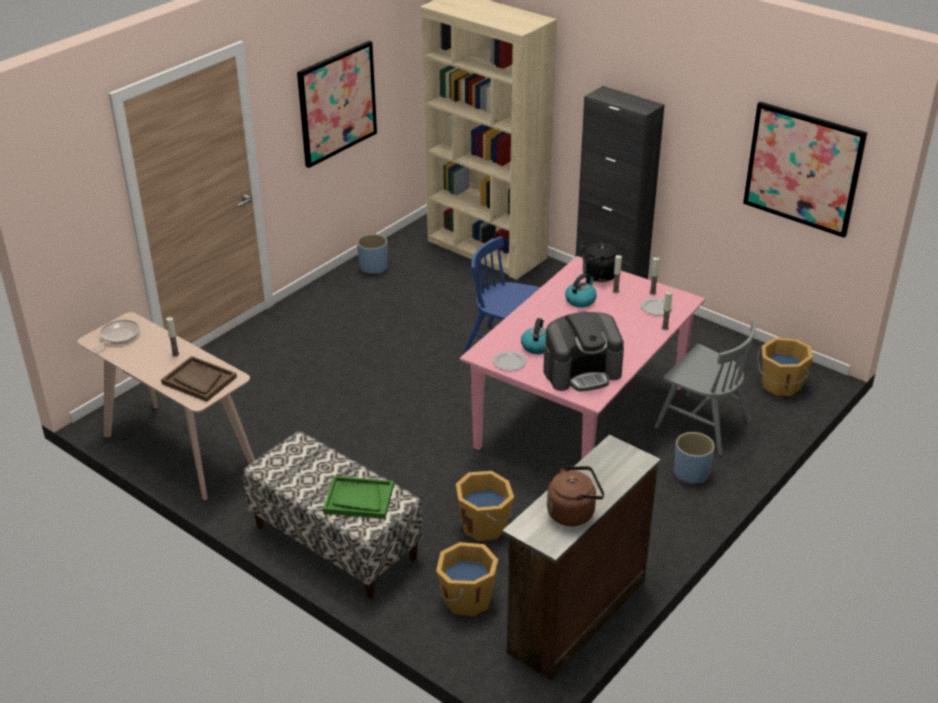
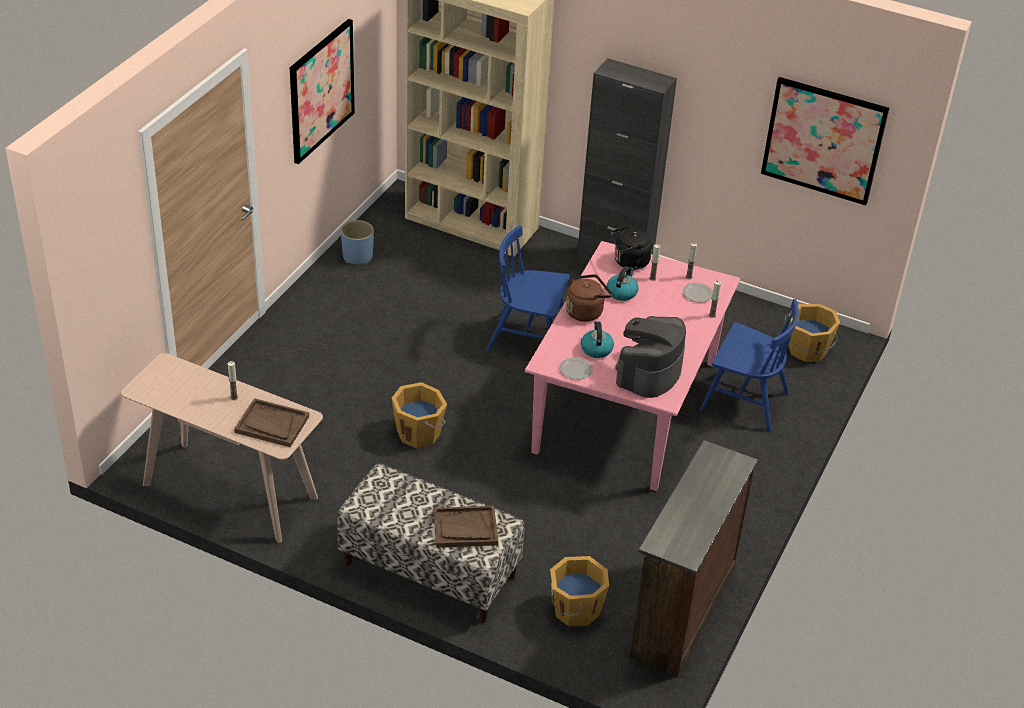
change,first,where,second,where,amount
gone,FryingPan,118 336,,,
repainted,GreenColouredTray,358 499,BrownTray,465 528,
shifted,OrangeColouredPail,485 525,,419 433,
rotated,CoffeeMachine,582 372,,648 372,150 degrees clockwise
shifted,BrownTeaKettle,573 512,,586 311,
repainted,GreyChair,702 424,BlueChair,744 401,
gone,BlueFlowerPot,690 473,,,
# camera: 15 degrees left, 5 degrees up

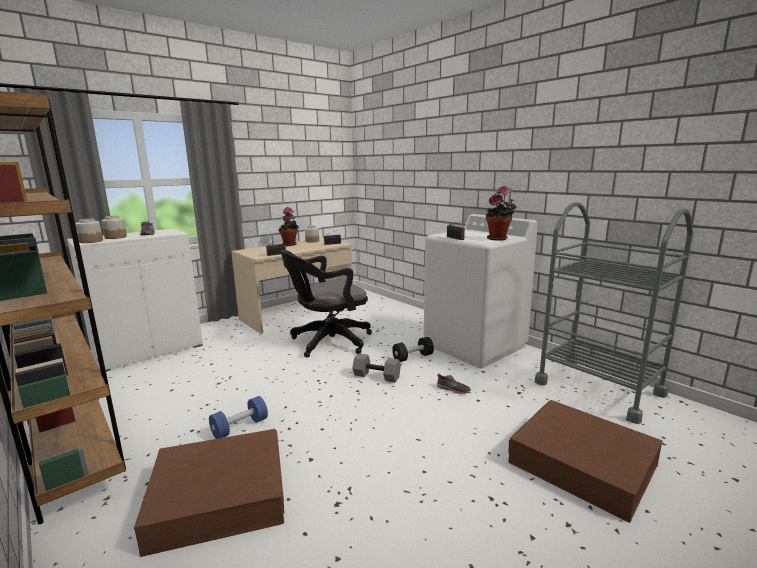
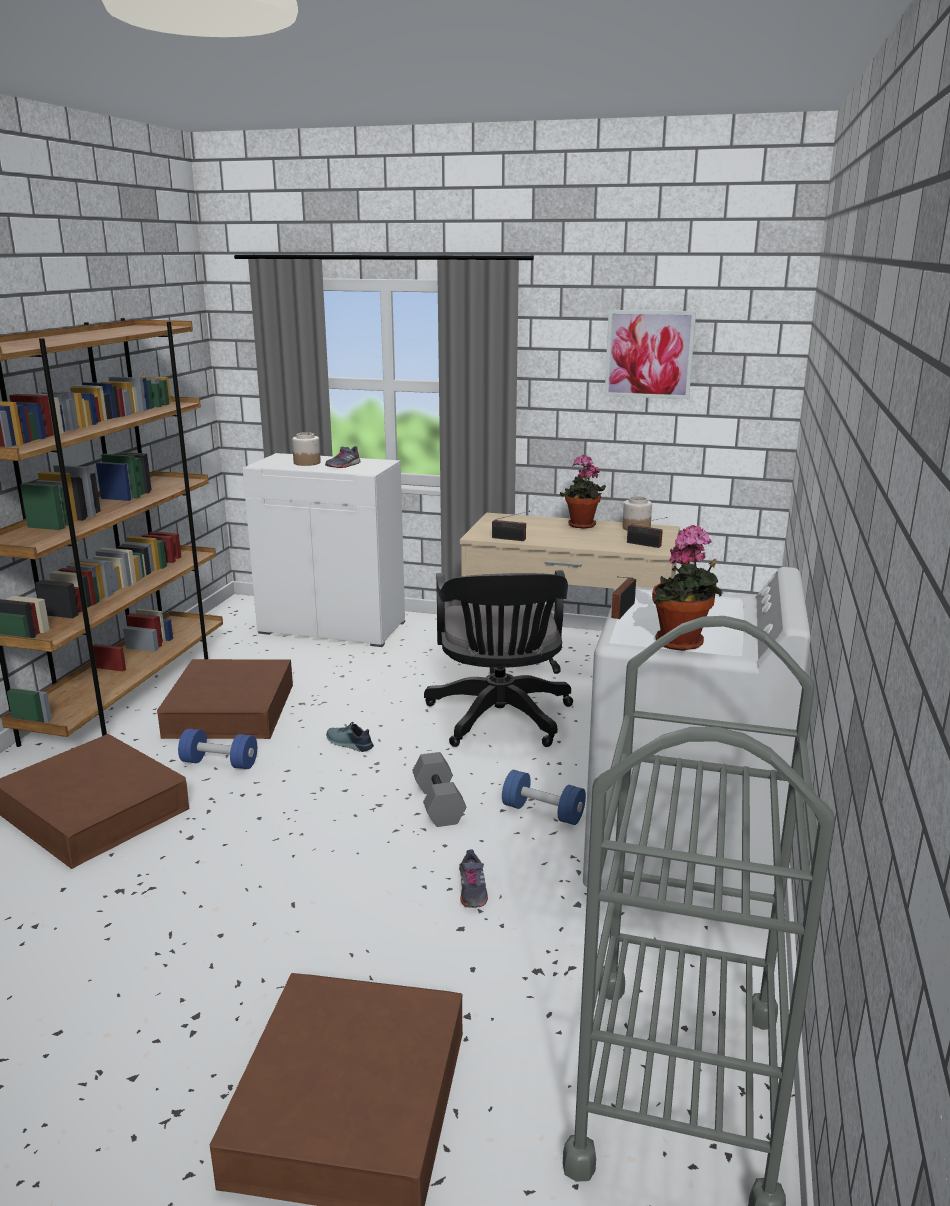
change,first,where,second,where,amount
gone,Jar,91 241,,,
rotated,BlackDeskChair,327 342,,500 720,120 degrees counterclockwise
repainted,BlackDumbbell,413 357,BlueDumbbell,543 812,
new,,,BrownStorageBin,230 710,
new,,,ItemOfFootwear,348 744,
new,,,WallPicture,649 354,
# camera: 55 degrees right, 5 degrees up

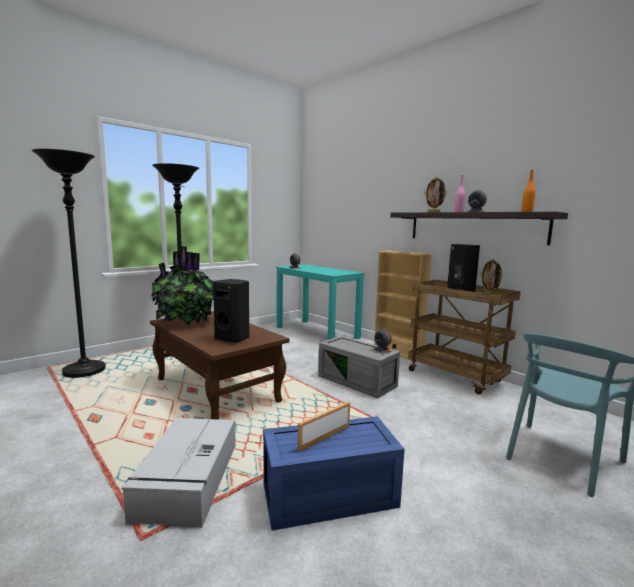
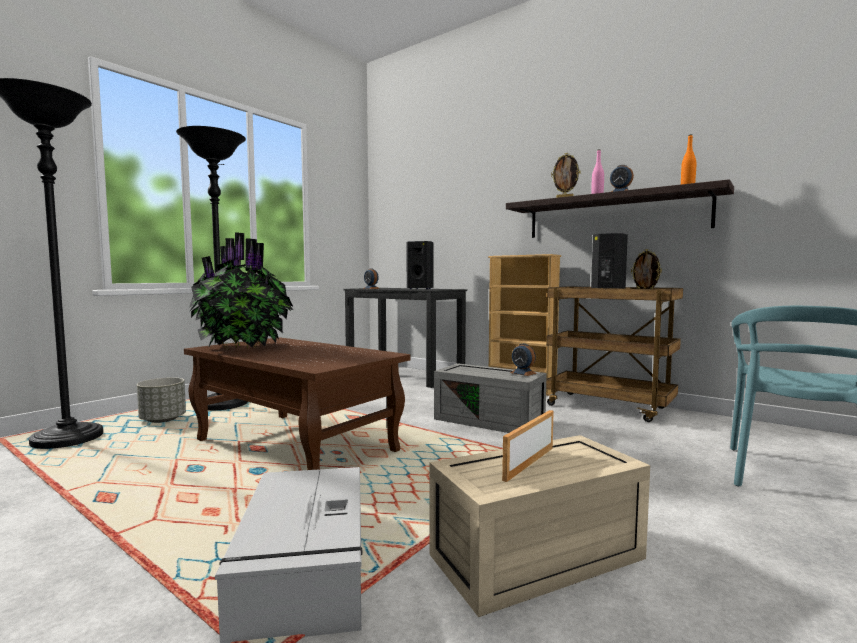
change,first,where,second,where,amount
shifted,BlackSpeaker,233 338,,421 288,
repainted,BlueStorageBin,328 497,BeigeStorageBin,536 559,
repainted,TurquoiseColouredDesk,317 332,BlackDesk,404 375,
new,,,GreyFlowerPot,163 420,
# camera: 10 degrees left, 5 degrees down

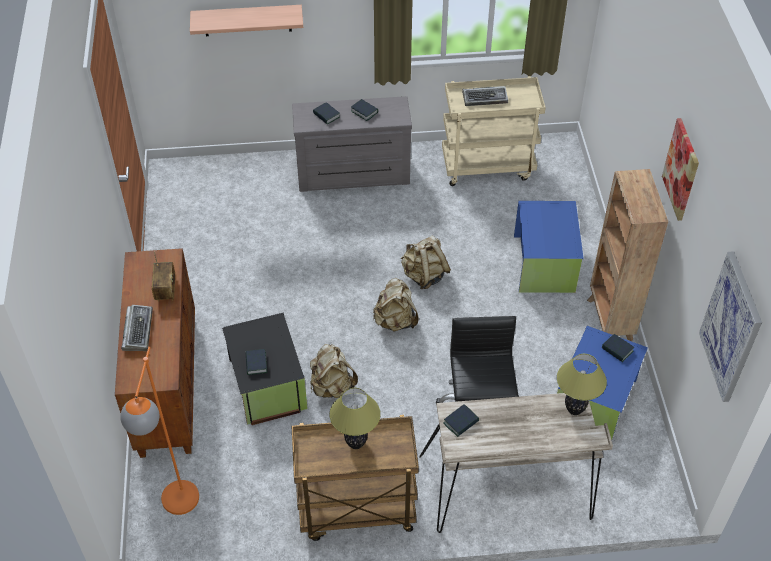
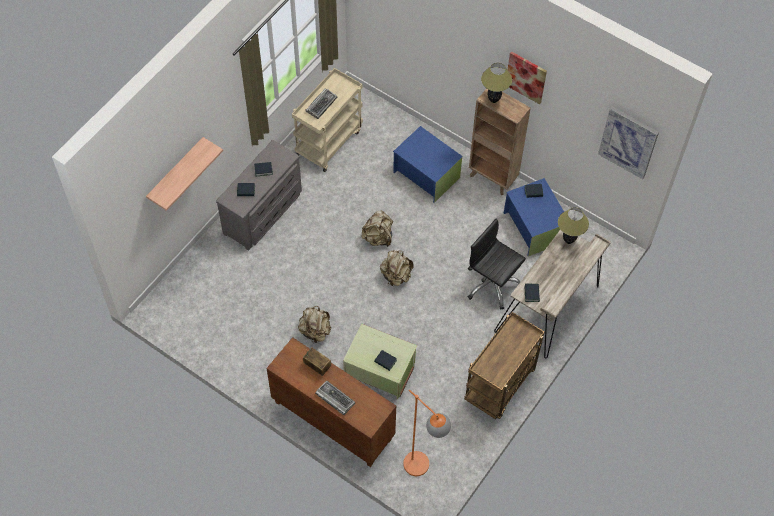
change,first,where,second,where,amount
repainted,BlackStorageBin,266 385,GreenColouredStorageBin,379 371,
shifted,BeigeBackpack,332 386,,315 331,
shifted,TabletopLamp,356 443,,494 99,
# camera: 50 degrees left, 10 degrees up

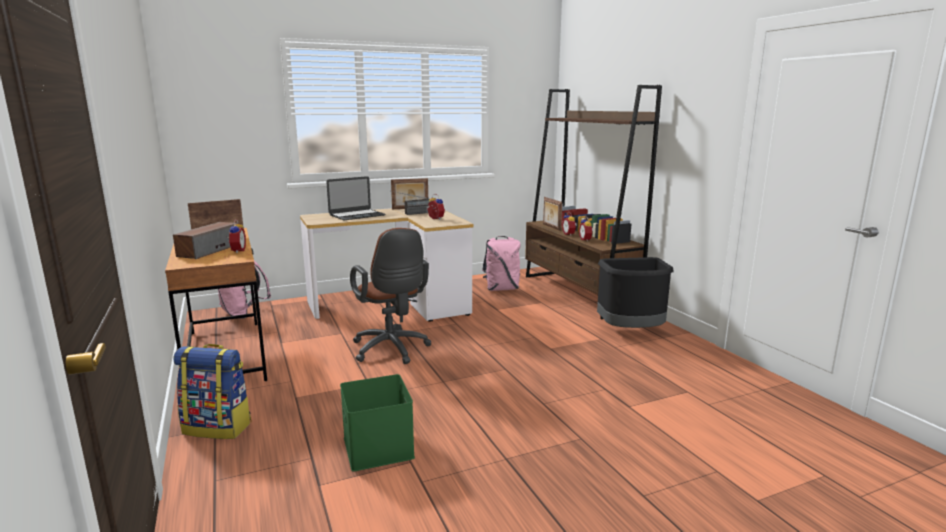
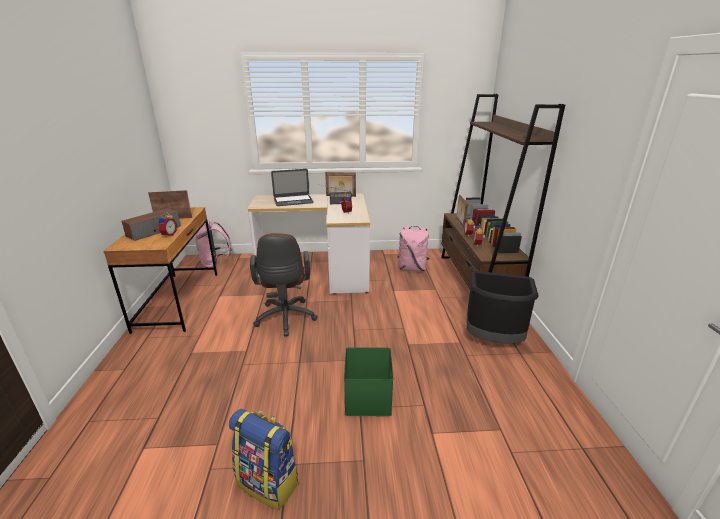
change,first,where,second,where,amount
shifted,Backpack,218 427,,269 482,
shifted,GreenColouredStorageBin,376 447,,367 397,
# camera: 20 degrees right, 10 degrees up

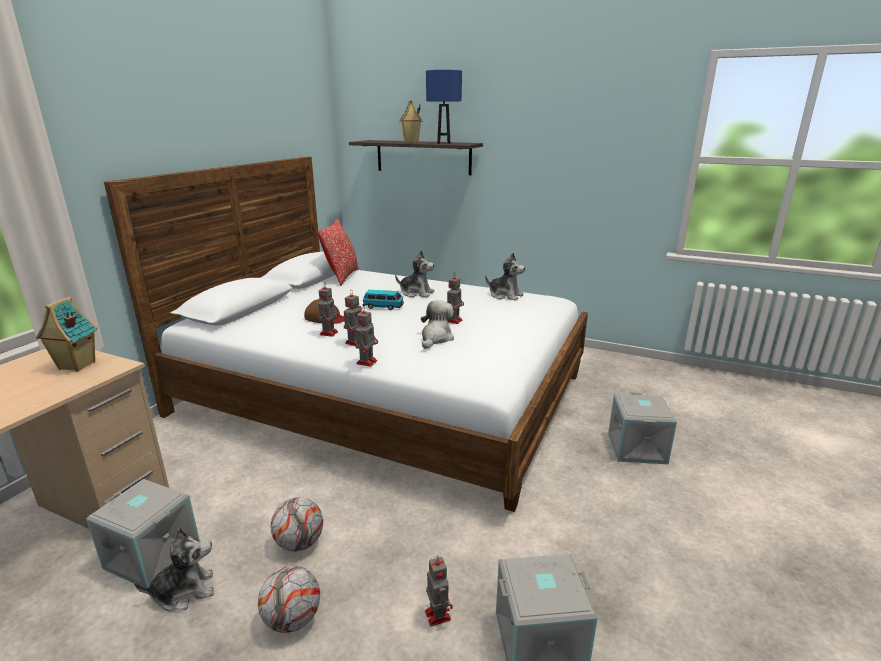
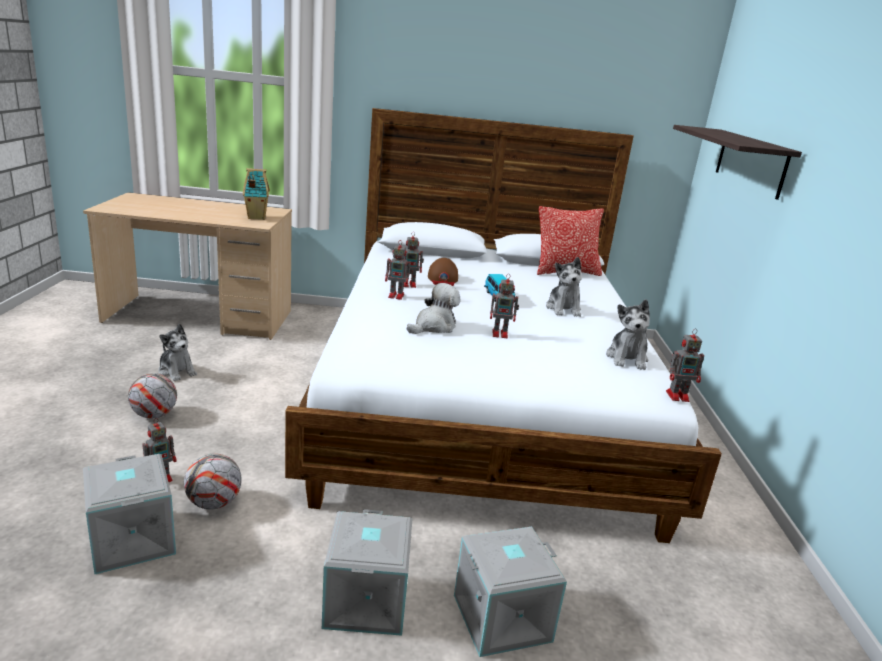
change,first,where,second,where,amount
shifted,GreyStorageBin,154 555,,368 601,
shifted,BallForFootball,299 543,,213 503,
shifted,ToyRobot,367 362,,678 396,
gone,MiniatureHouse,411 142,,,
rotated,SoftToy,436 338,,434 326,45 degrees counterclockwise
gone,BlueTabletopLamp,444 143,,,
# camera: 65 degrees right, 0 degrees up

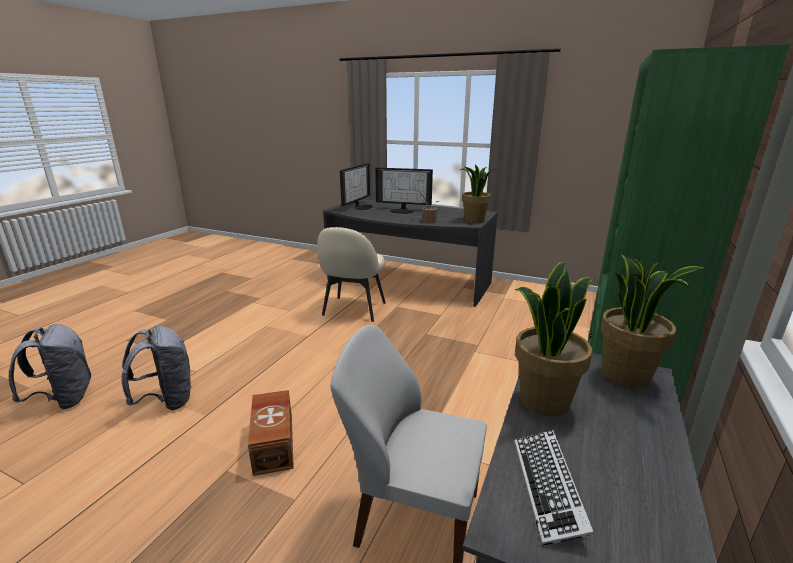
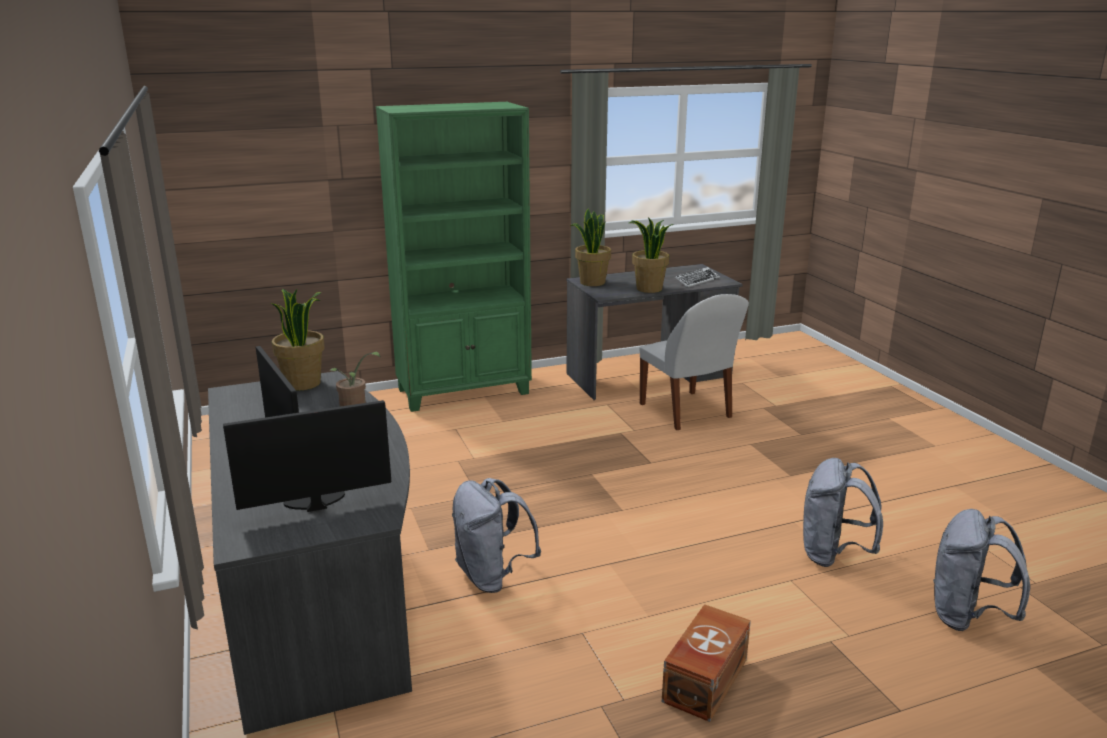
change,first,where,second,where,amount
shifted,BrownStorageBin,275 443,,703 680,
swapped,BeigeChair,353 310,GreyBackpack,492 577,
# camera: 135 degrees left, 0 degrees up

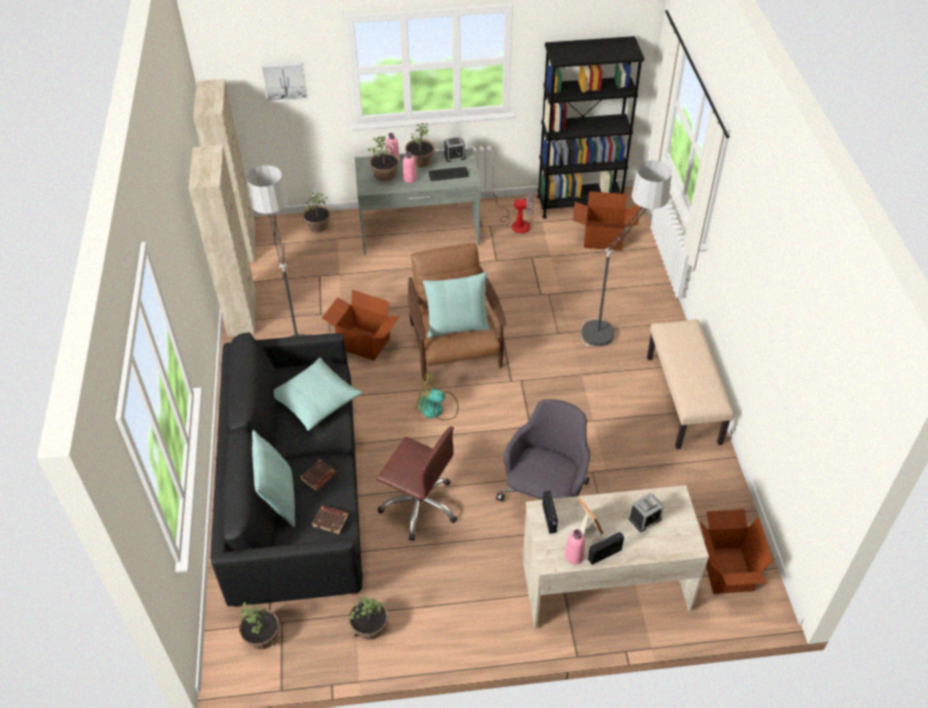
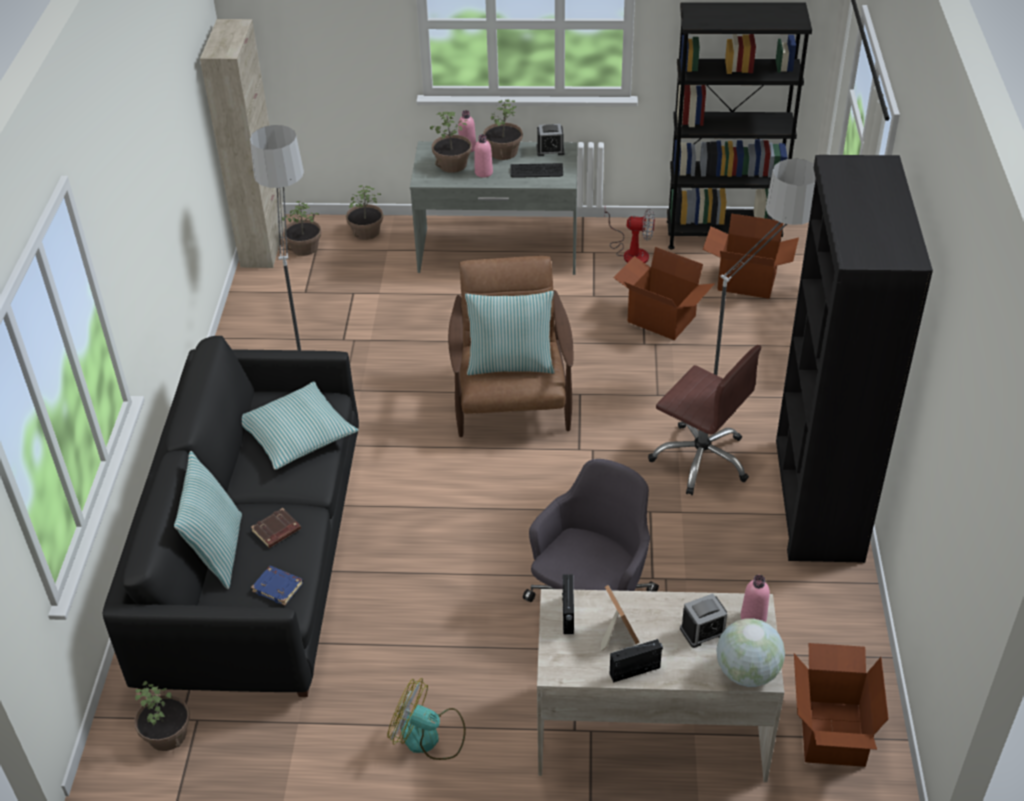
change,first,where,second,where,amount
gone,BeigeCupboard,242 314,,,
gone,WallPicture,285 80,,,
repainted,BrownVolume,331 520,BlueVolume,278 587,
shifted,Carton,363 344,,660 320,
shifted,PlantInAPot,369 626,,304 247,
shifted,BrownDeskChair,419 505,,701 459,
shifted,Fan,436 408,,429 737,
shifted,PinkBottle,574 556,,753 618,
swapped,BeigeLongSeat,684 400,BlackBookcase,817 499,
new,,,WorldGlobe,747 672,
# camera: 10 degrees right, 5 degrees down

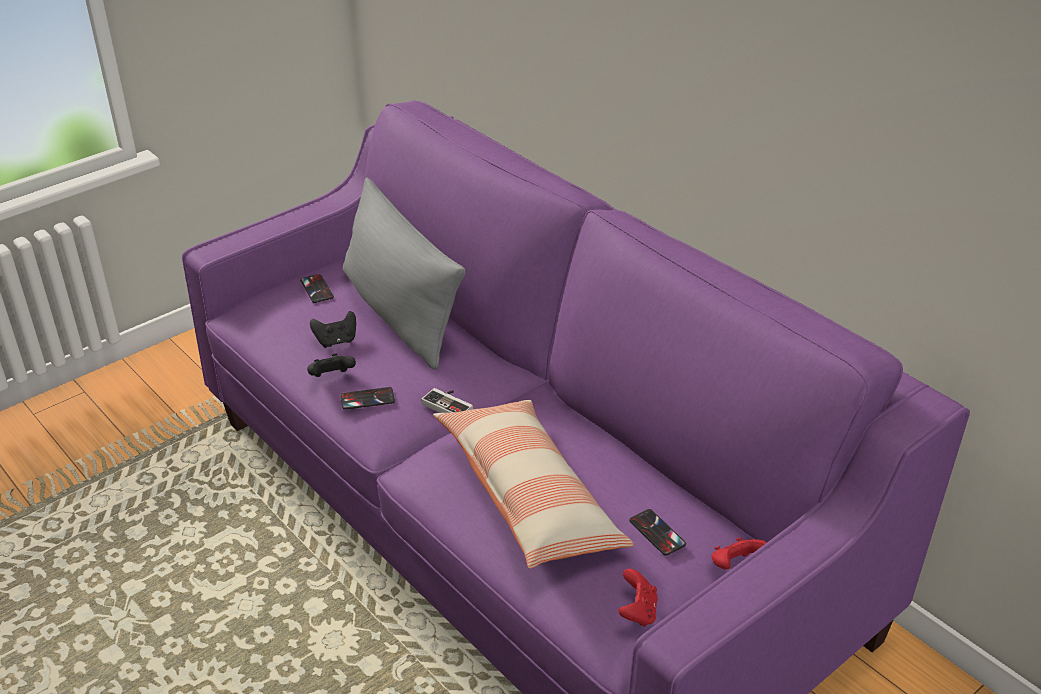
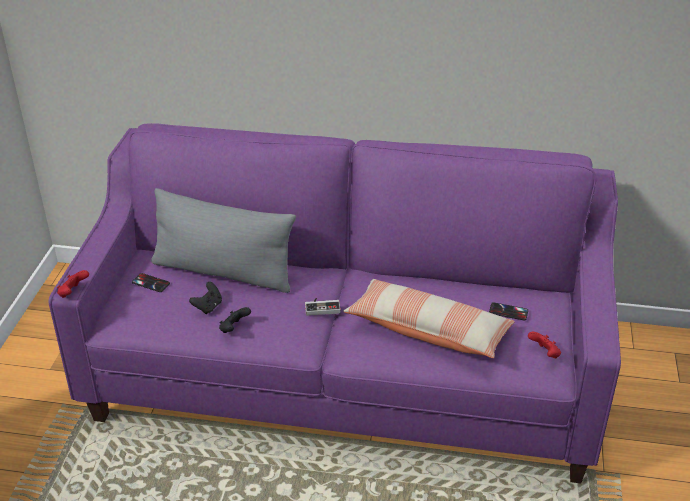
change,first,where,second,where,amount
gone,Telephone,367 399,,,
shifted,RedJoypad,735 565,,73 293,
# camera: 40 degrees left, 0 degrees up

